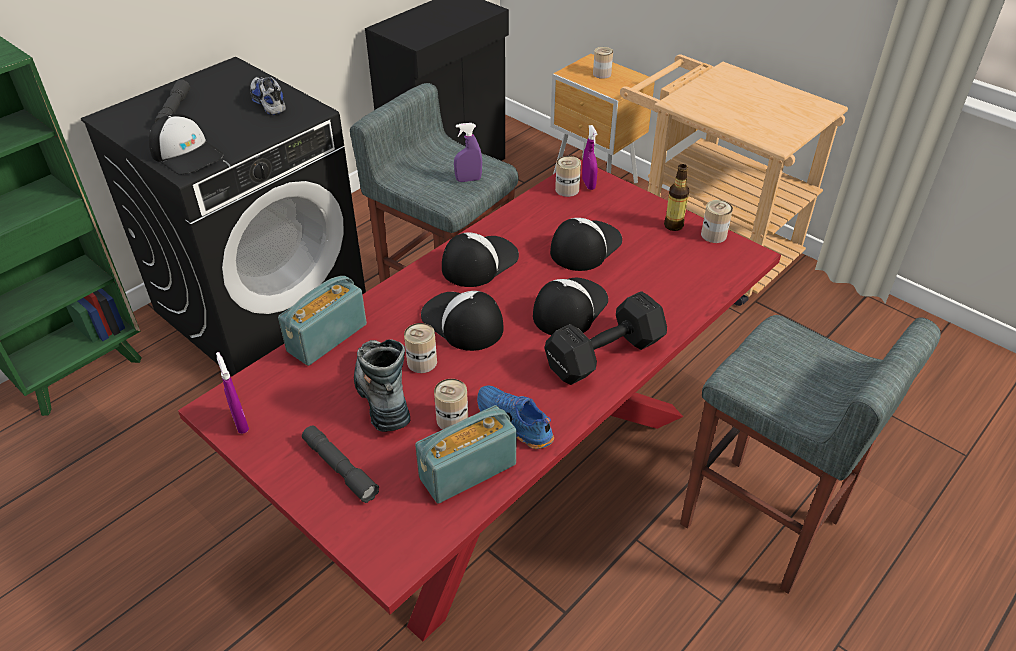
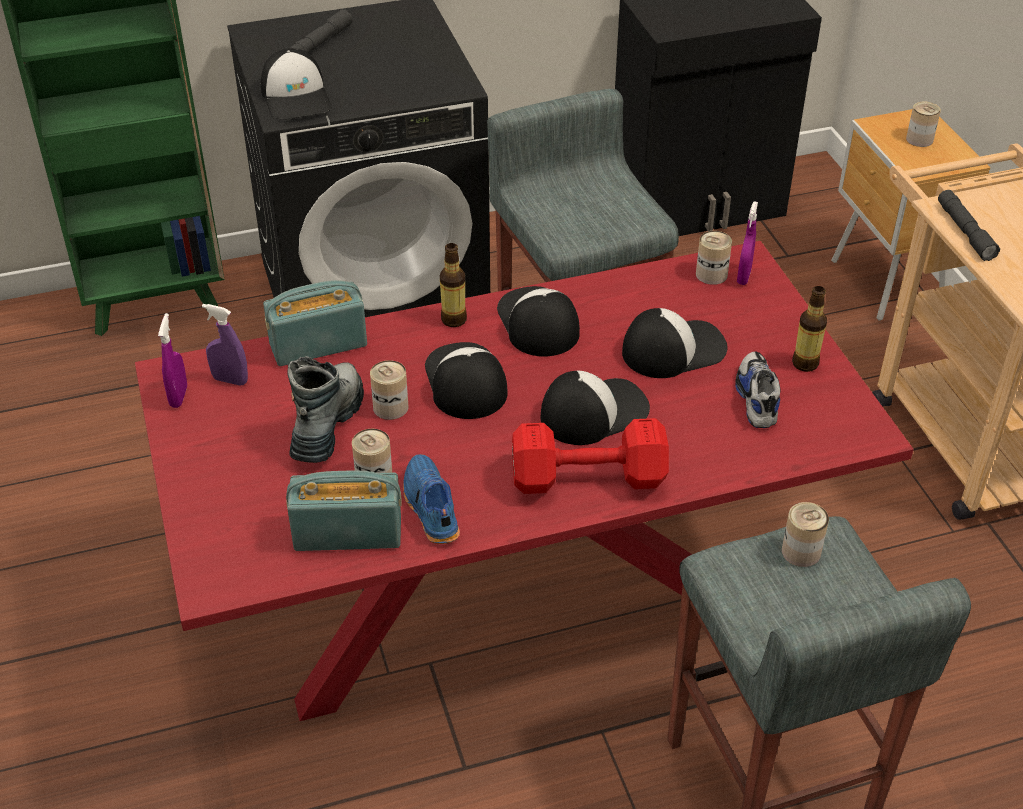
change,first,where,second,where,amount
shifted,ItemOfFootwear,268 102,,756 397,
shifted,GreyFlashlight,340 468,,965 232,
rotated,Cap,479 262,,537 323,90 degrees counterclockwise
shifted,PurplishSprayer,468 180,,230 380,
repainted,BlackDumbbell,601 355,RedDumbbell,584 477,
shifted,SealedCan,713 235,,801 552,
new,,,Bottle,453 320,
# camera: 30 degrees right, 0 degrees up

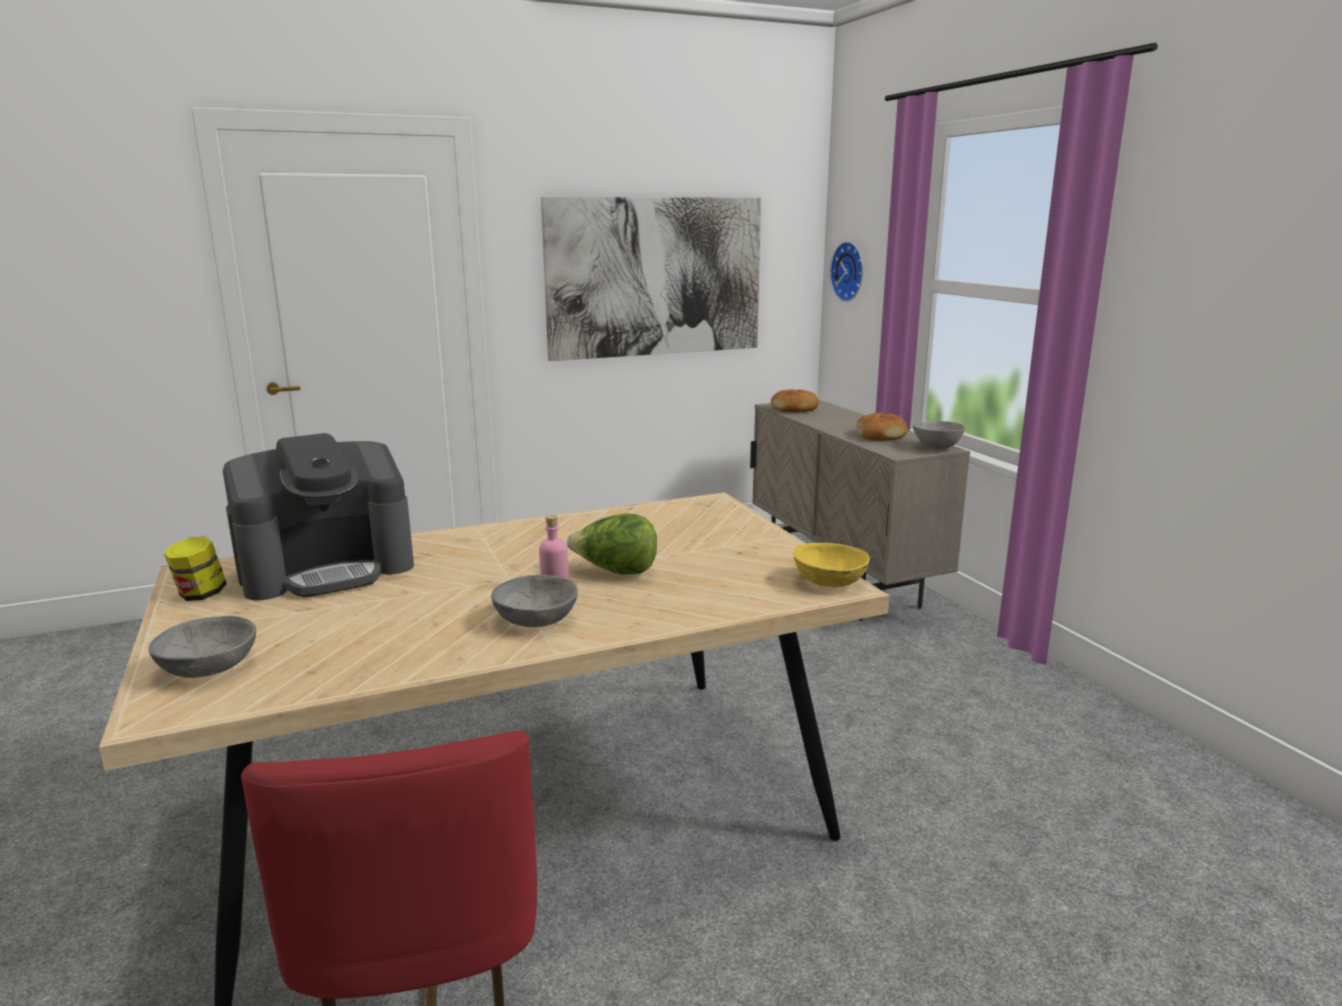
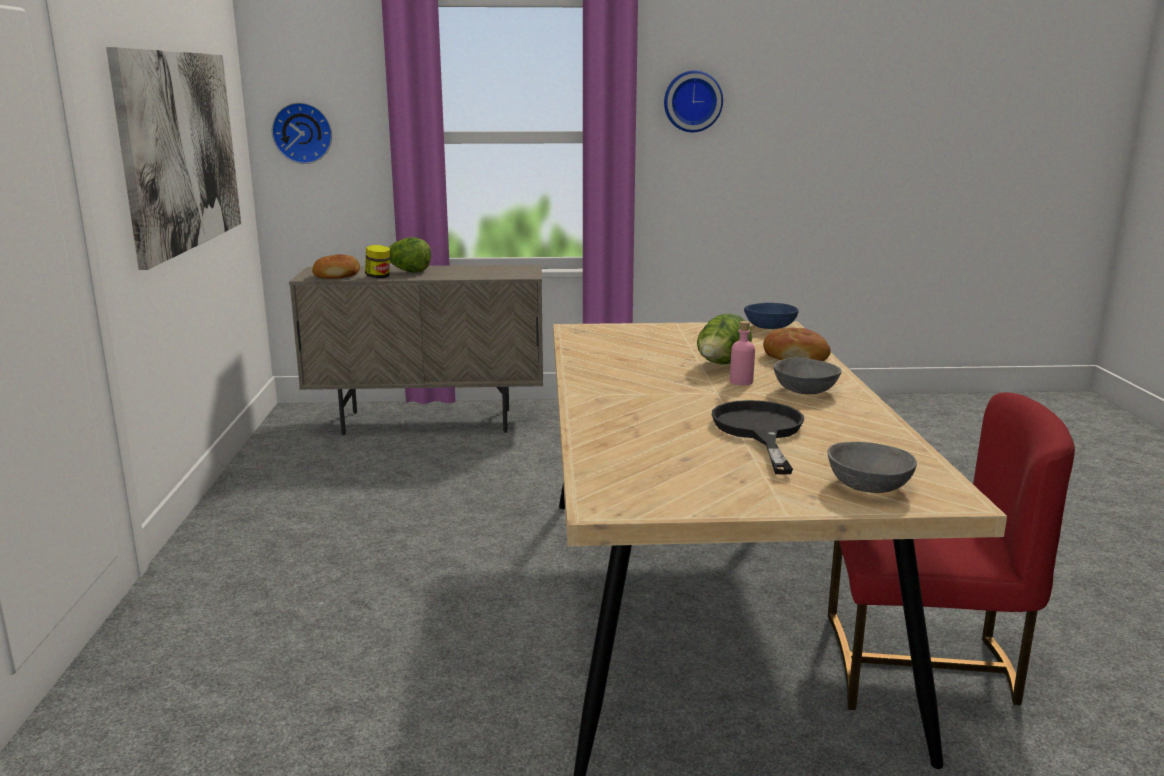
change,first,where,second,where,amount
shifted,Jar,200 595,,378 277,
gone,CoffeeMachine,327 569,,,
repainted,YellowDeepDish,829 581,BlueDeepDish,770 327,
shifted,BakedBread,881 436,,795 357,
gone,GreyDeepDish,936 448,,,
new,,,LettuceHead,408 272,
new,,,ClockOnTheWall,692 101,
new,,,BlackFryingPan,759 431,
# camera: 70 degrees left, 0 degrees up

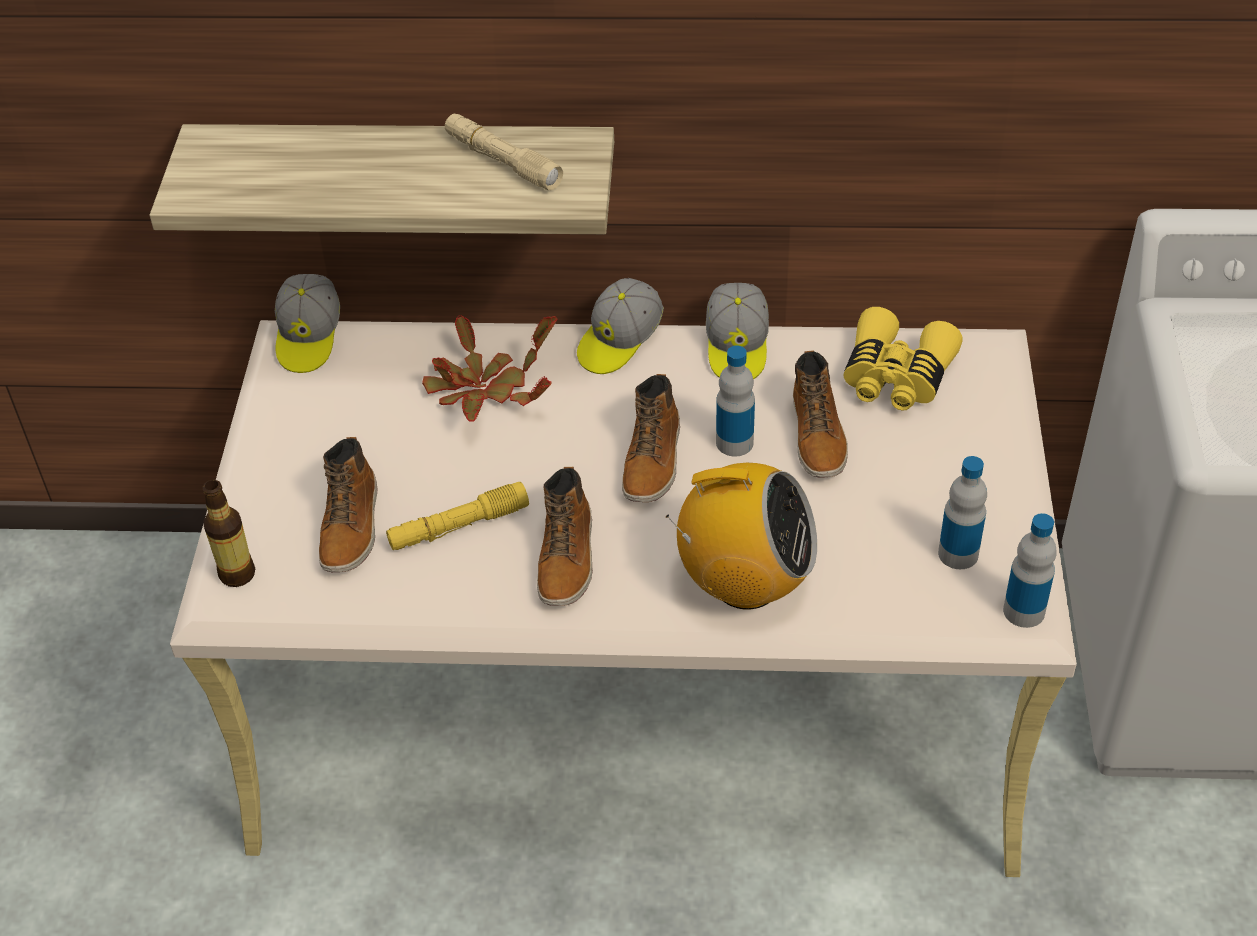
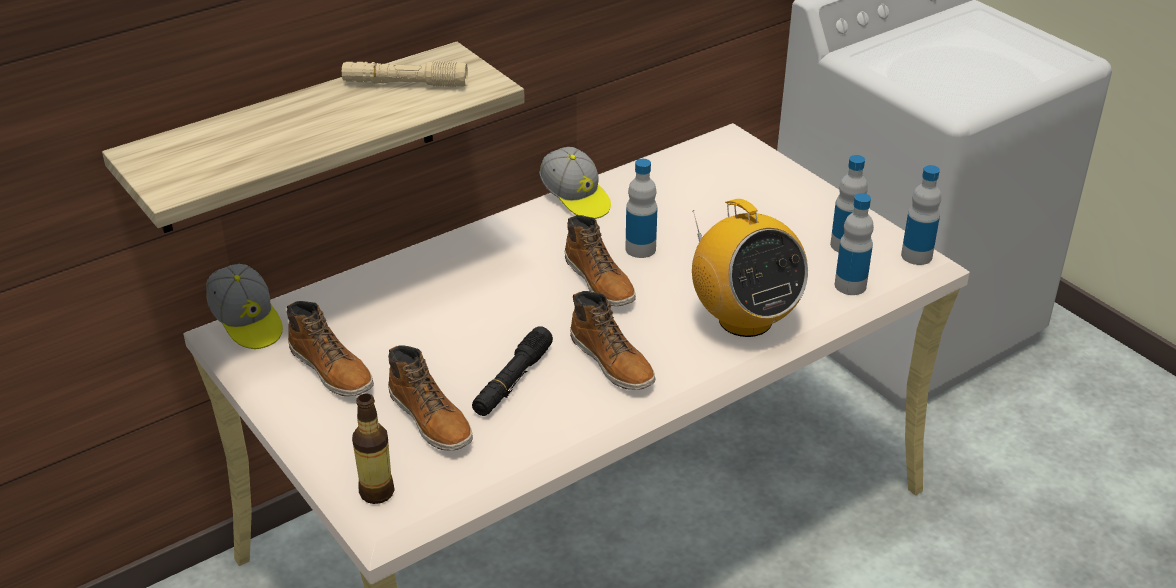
change,first,where,second,where,amount
repainted,YellowFlashlight,458 526,BlackFlashlight,512 380,
gone,PlantInAPot,483 390,,,
gone,Cap,619 341,,,
rotated,RadioReceiver,745 584,,744 319,90 degrees clockwise
shifted,Boot,818 436,,332 369,
gone,YellowFieldGlasses,896 377,,,
new,,,Bottle,850 285,
# camera: 40 degrees left, 10 degrees down

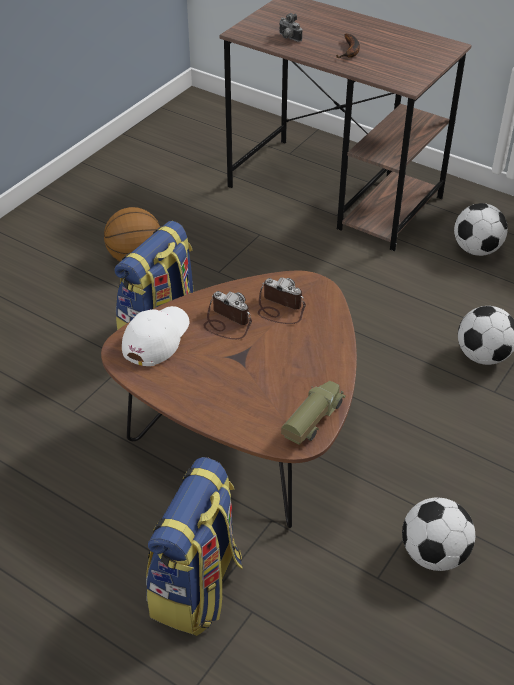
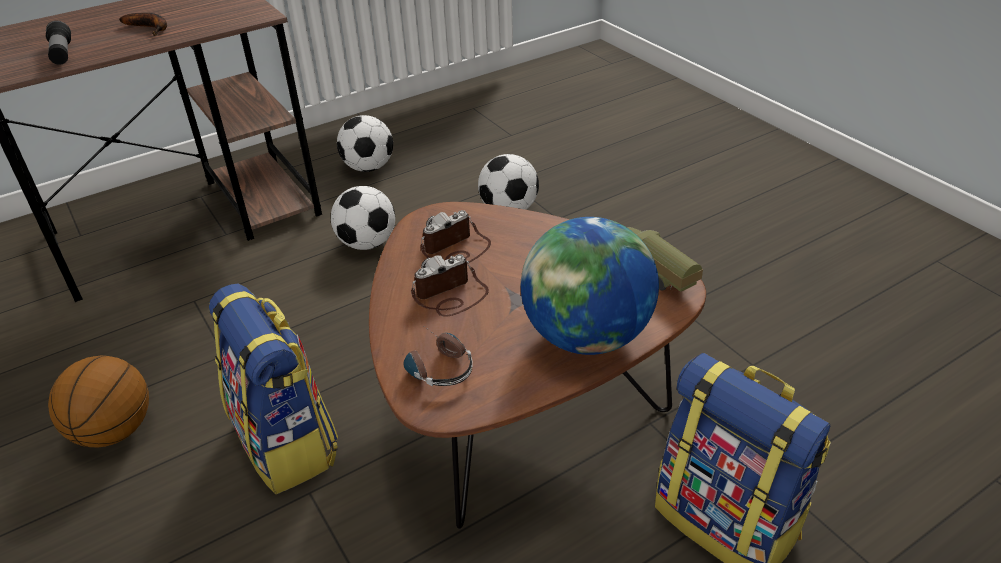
change,first,where,second,where,amount
swapped,WhitishCap,156 338,PairOfHeadphones,435 365,
swapped,PhotoCamera,288 38,Flashlight,62 54,
shifted,BallForFootball,434 554,,367 243,
new,,,WorldGlobe,586 336,
# camera: 65 degrees left, 5 degrees down

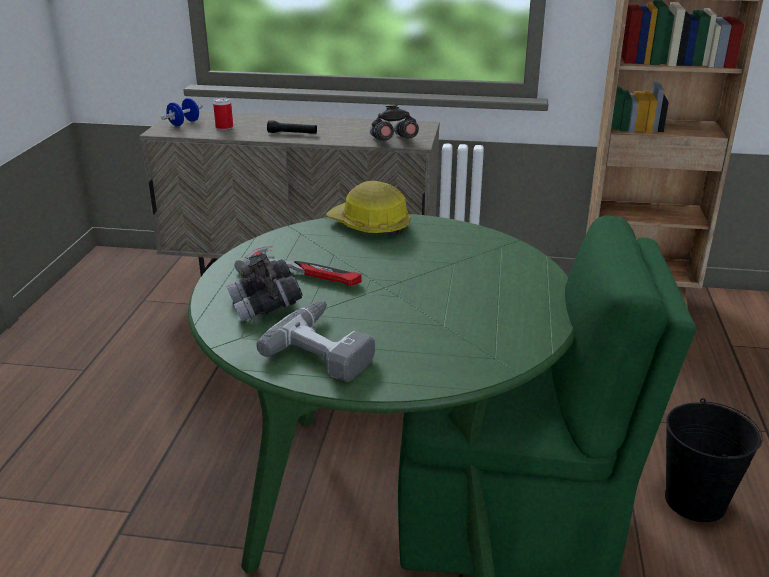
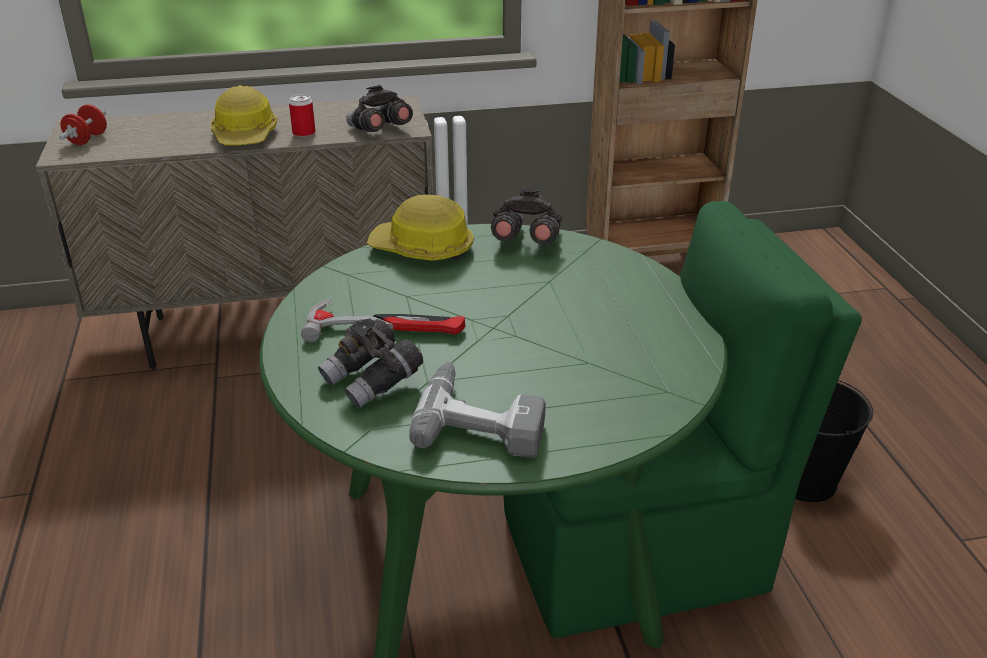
change,first,where,second,where,amount
repainted,BlueDumbbell,184 123,RedDumbbell,87 139,
shifted,SealedCan,224 127,,304 133,
swapped,BlackFlashlight,292 133,WorkHelmet,246 136,
new,,,GreyFieldGlasses,526 241,
# camera: 20 degrees left, 5 degrees up

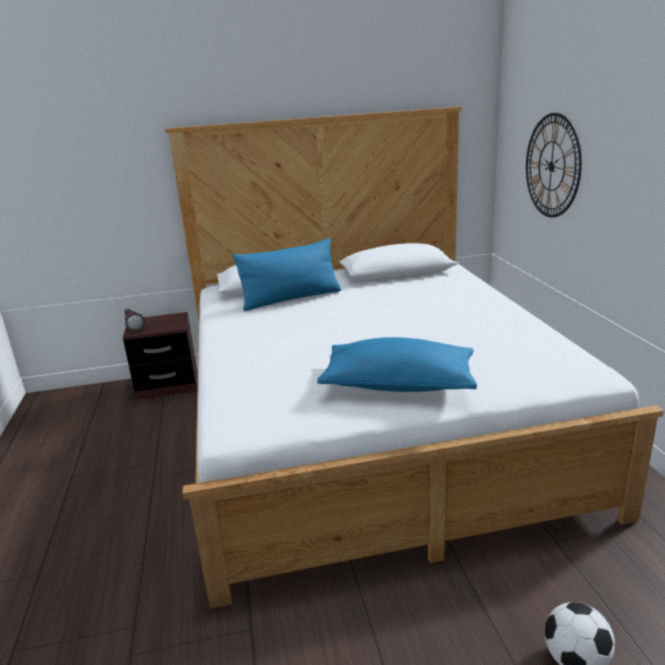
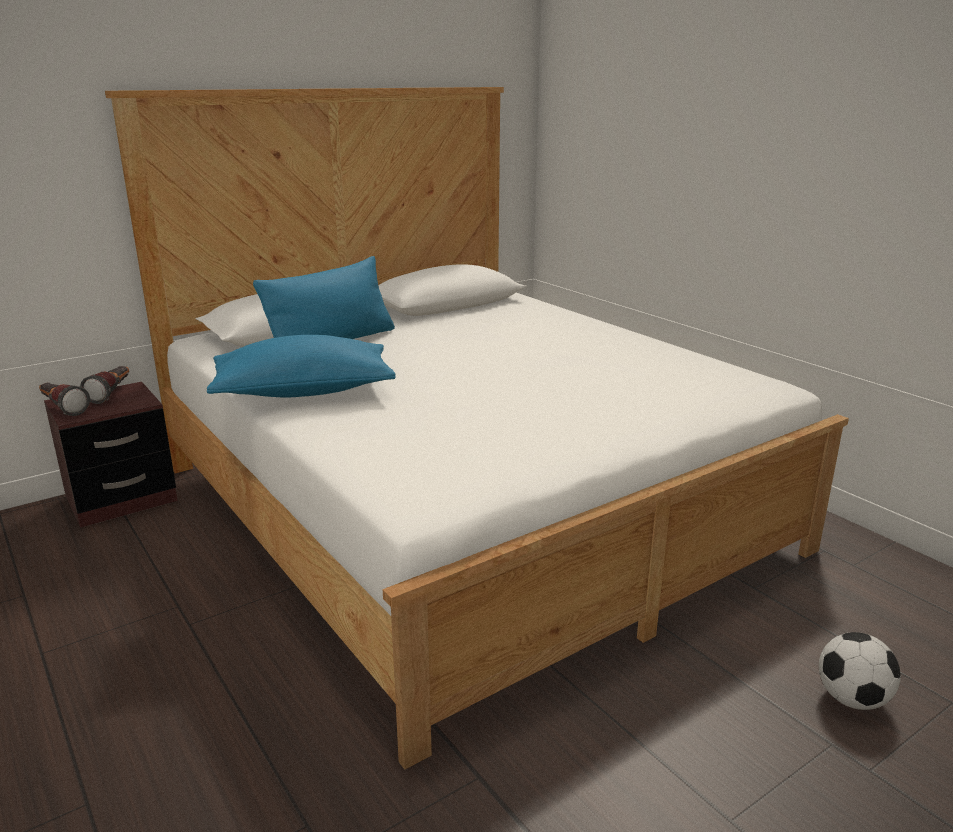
change,first,where,second,where,amount
shifted,BlueCushion,398 385,,304 392,
gone,ClockOnTheWall,552 166,,,
new,,,Flashlight,112 394,
# camera: 25 degrees left, 0 degrees up

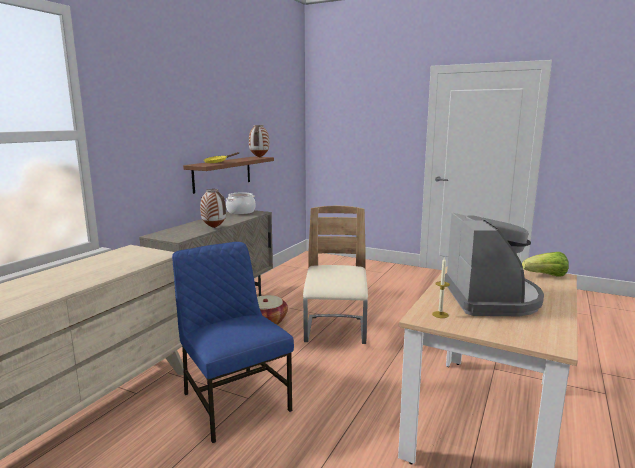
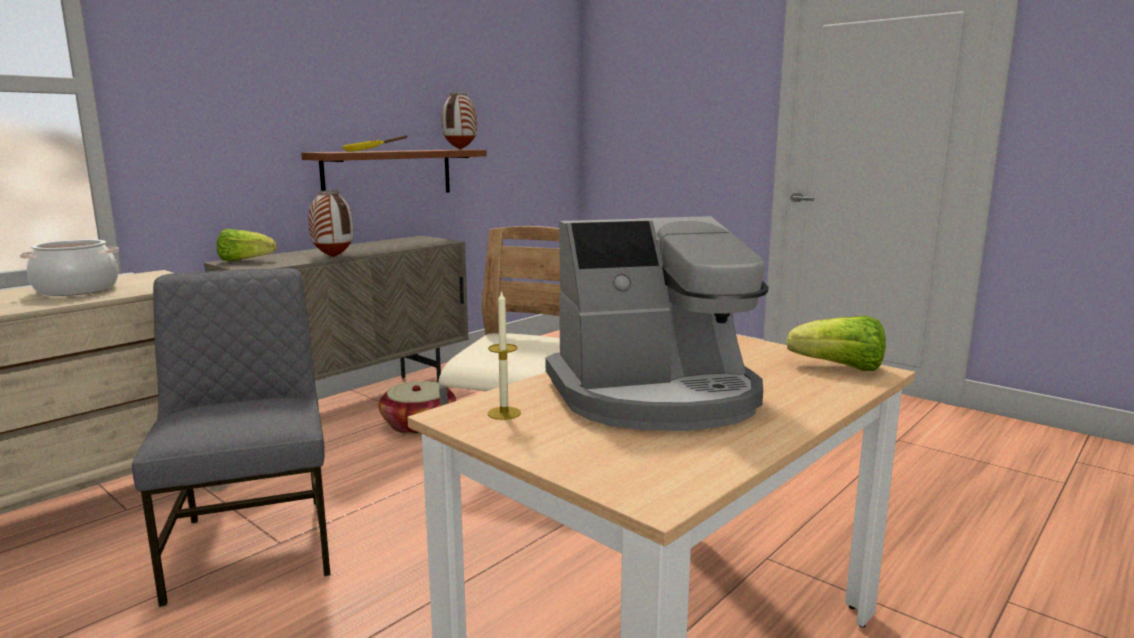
change,first,where,second,where,amount
repainted,BlueChair,234 401,GreyChair,254 544,
shifted,Stockpot,241 212,,76 290,
rotated,CoffeeMachine,491 298,,656 396,60 degrees clockwise
new,,,LettuceHead,245 260,
# camera: 15 degrees right, 0 degrees up

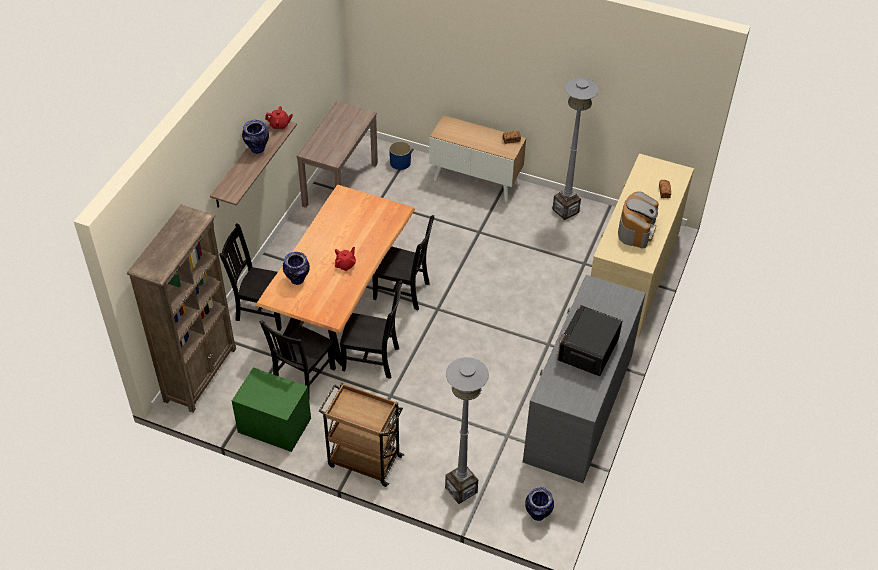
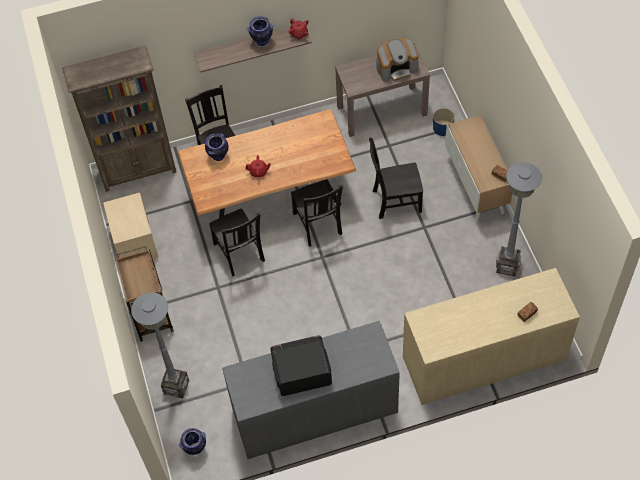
change,first,where,second,where,amount
repainted,GreenColouredBedsideTable,274 425,BeigeBedsideTable,134 241,
shifted,BlackChair,303 378,,395 201,
shifted,CoffeeMachine,636 230,,397 68,
# camera: 55 degrees right, 10 degrees up

